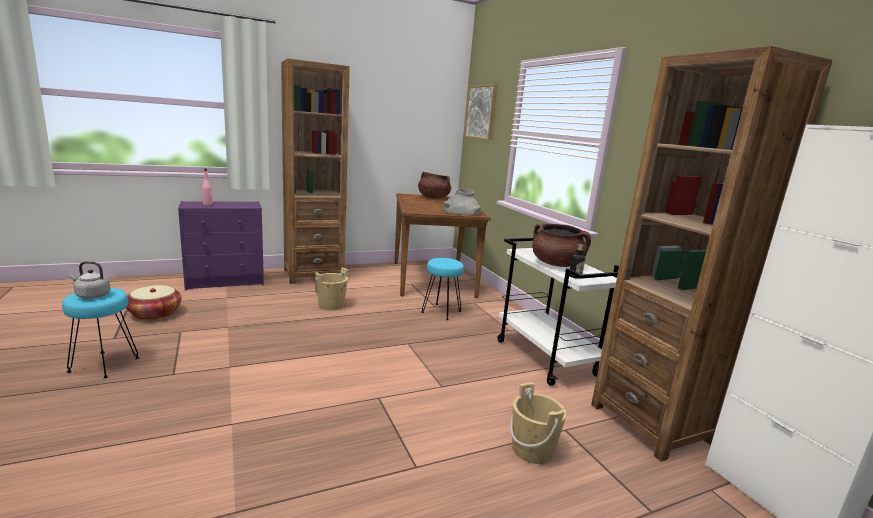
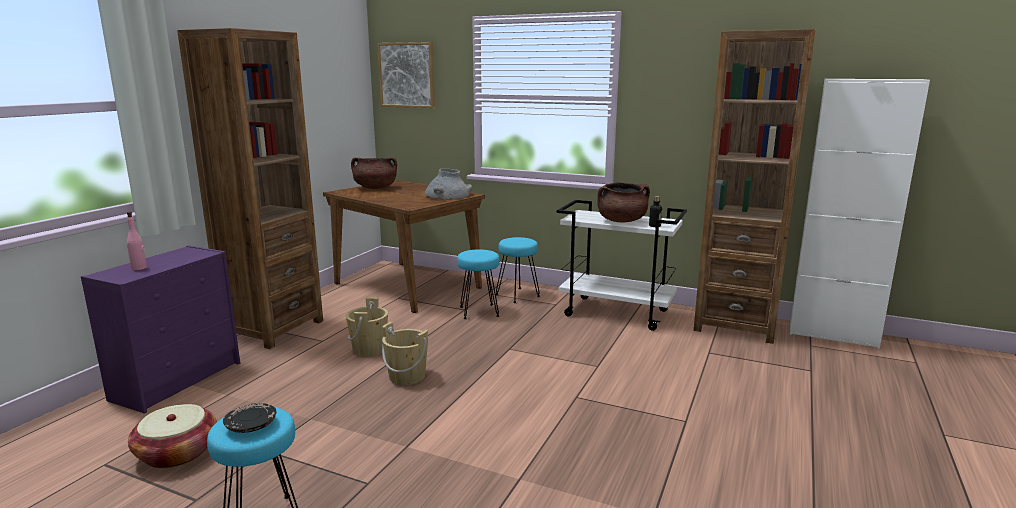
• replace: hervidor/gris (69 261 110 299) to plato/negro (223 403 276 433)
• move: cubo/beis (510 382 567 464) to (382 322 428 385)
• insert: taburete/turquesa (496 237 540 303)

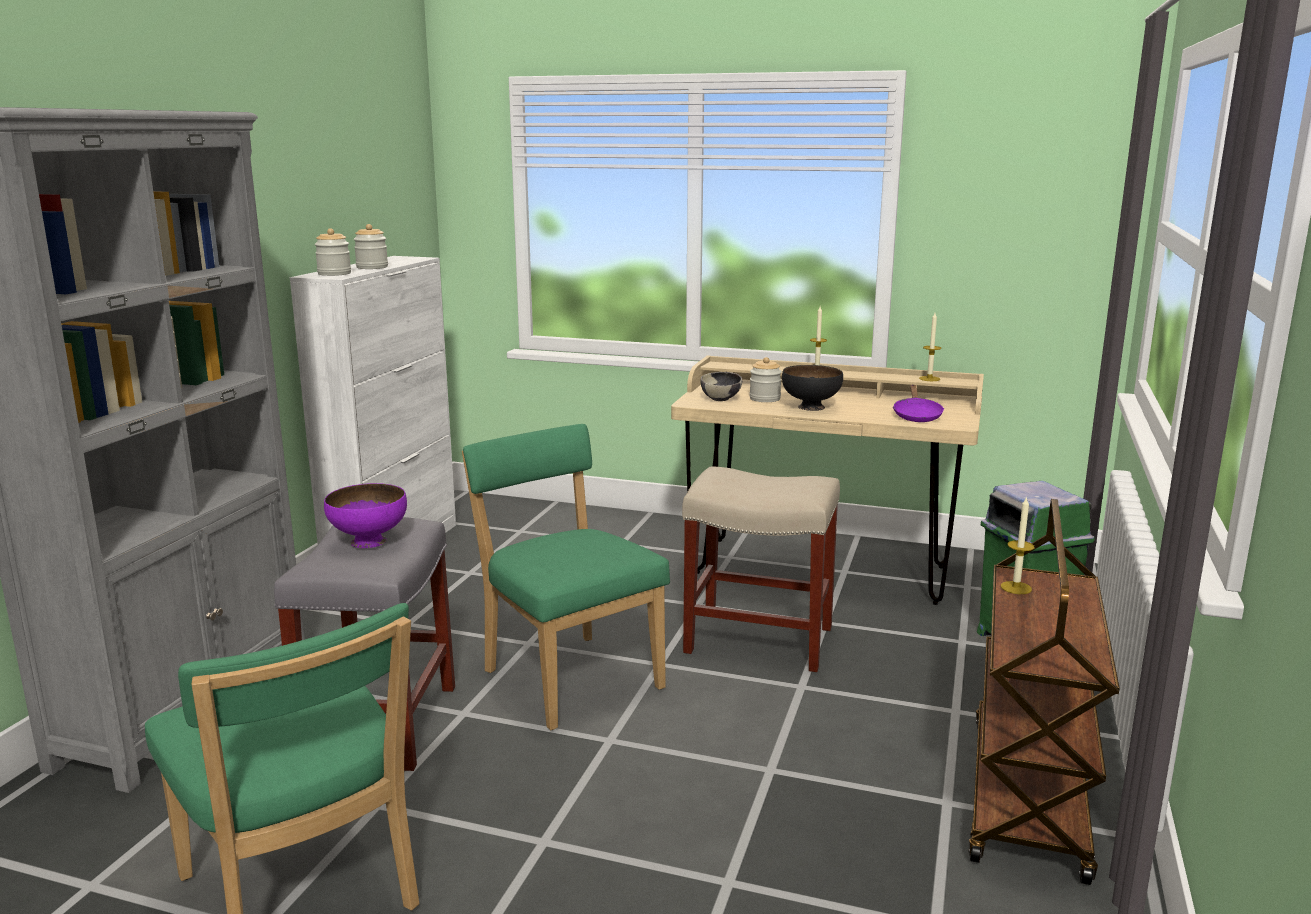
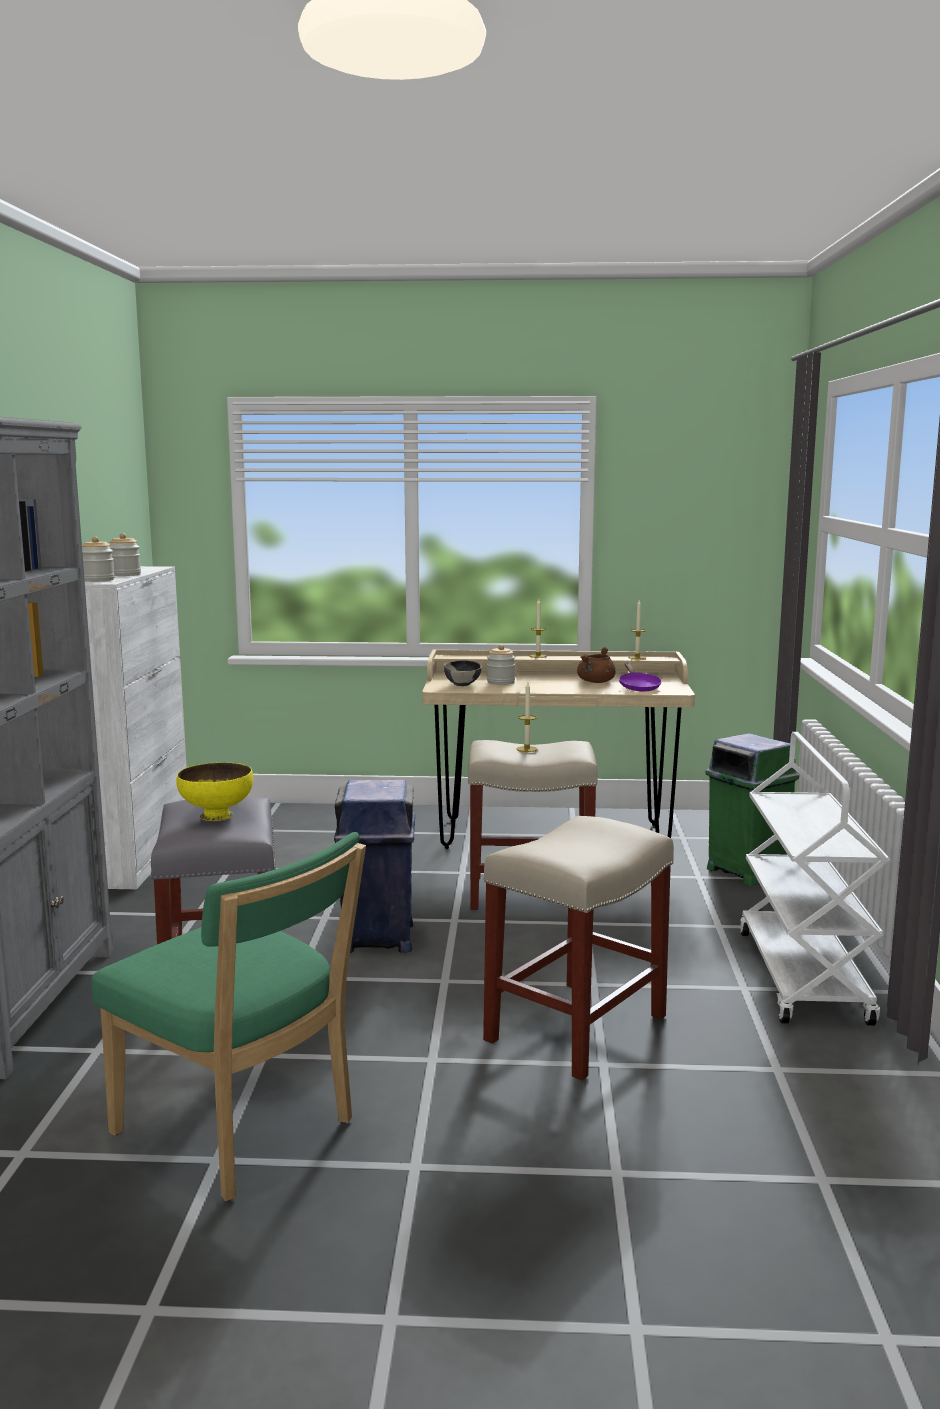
• recolor: cuenco/morado (324 483 407 548) to cuenco/amarillo (177 762 253 821)
• replace: silla/verde (462 424 670 730) to papelera/azul (334 780 415 953)
• insert: taburete/beis (483 816 674 1081)
• move: vela (1001 496 1034 594) to (517 682 538 752)
• insert: olla/marrón (577 647 616 683)
• recolor: carrito/marrón (968 499 1120 885) to carrito/blanco (740 732 890 1026)
• delete: cuenco/negro (782 365 843 411)

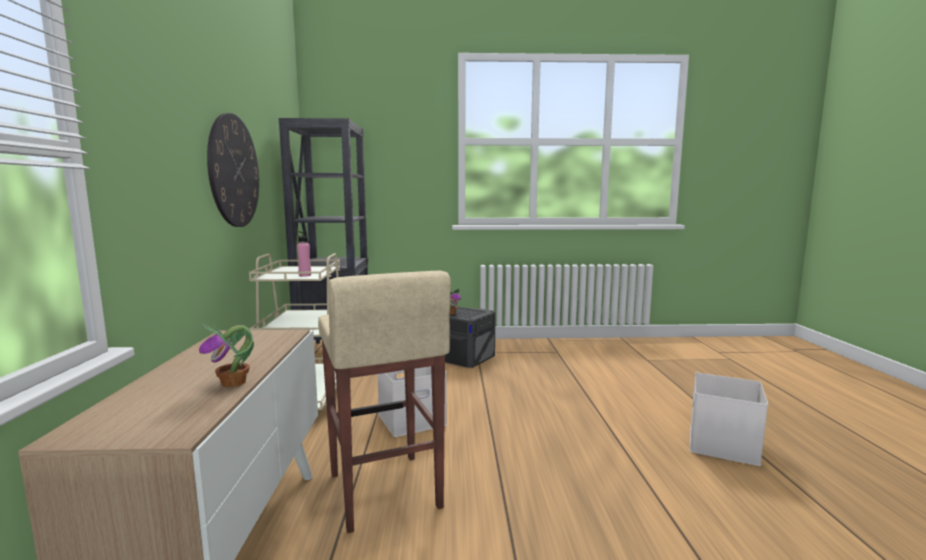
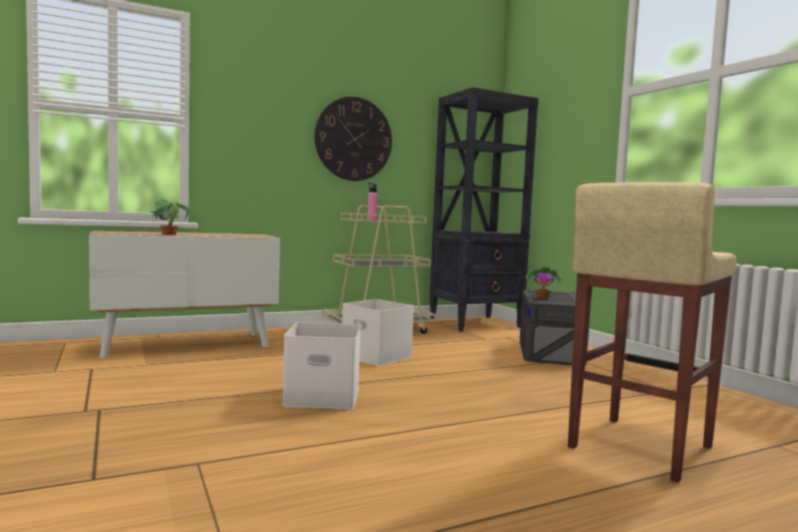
• move: caja de almacenaje/blanco (690 373 768 466) to (282 322 361 410)
• move: taburete/beis (318 271 451 533) to (568 182 736 483)

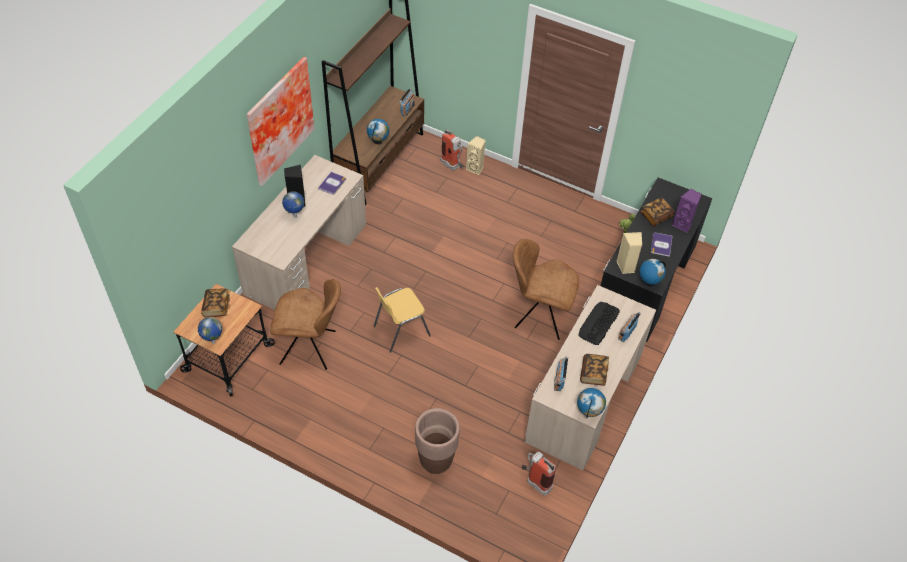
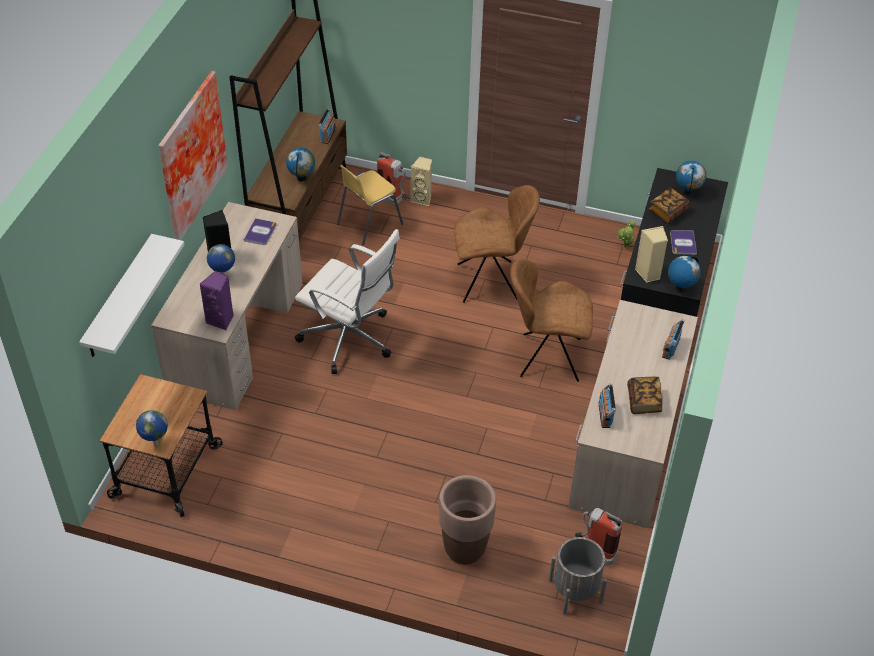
• insert: estante/blanco (79 234 184 357)
• move: altavoz/morado (672 189 702 233) to (200 271 234 331)
• insert: silla de oficina/blanco (295 229 400 374)
• move: silla/amarillo (373 287 431 353) to (337 165 403 245)
• move: silla/marrón (270 280 341 370) to (454 185 540 303)
• insert: maceta/gris (549 537 607 614)
• move: globo terráqueo (577 388 606 418) to (676 161 706 195)
• delete: libro (201 288 230 318)
• delete: teclado (578 302 620 345)

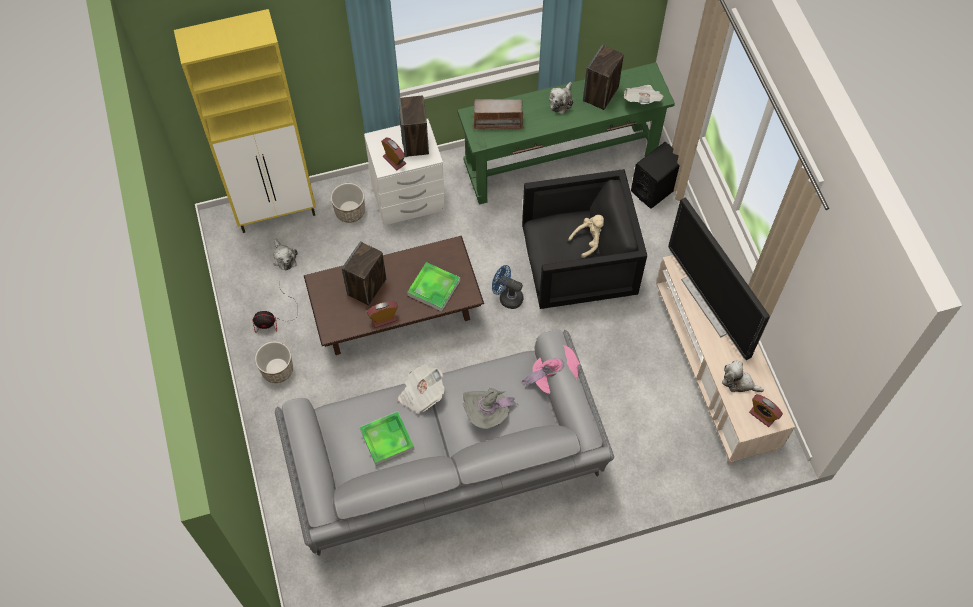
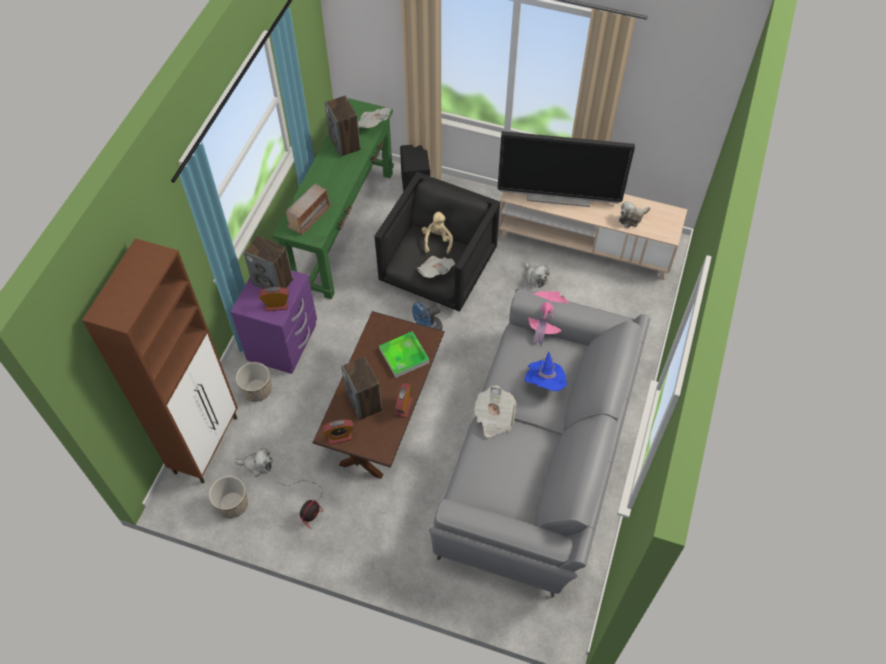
• recolor: armario/amarillo (174 9 316 233) to armario/marrón (82 238 238 483)
• move: maceta (255 341 293 383) to (209 476 248 518)
• recolor: mesita de noche/blanco (364 119 445 226) to mesita de noche/morado (231 270 317 374)
• move: despertador (749 394 783 427) to (322 419 354 445)
• insert: periódico (417 256 455 278)
• move: peluche (549 82 574 114) to (524 261 550 288)
• recolor: sombrero/gris (462 388 517 429) to sombrero/azul (524 351 567 391)
• delete: bandeja (360 411 414 466)

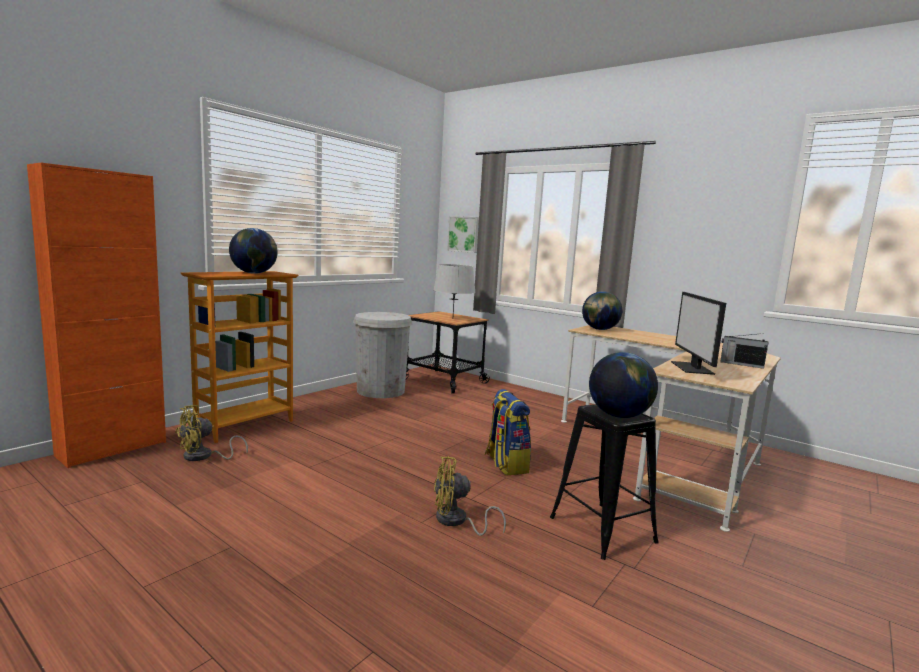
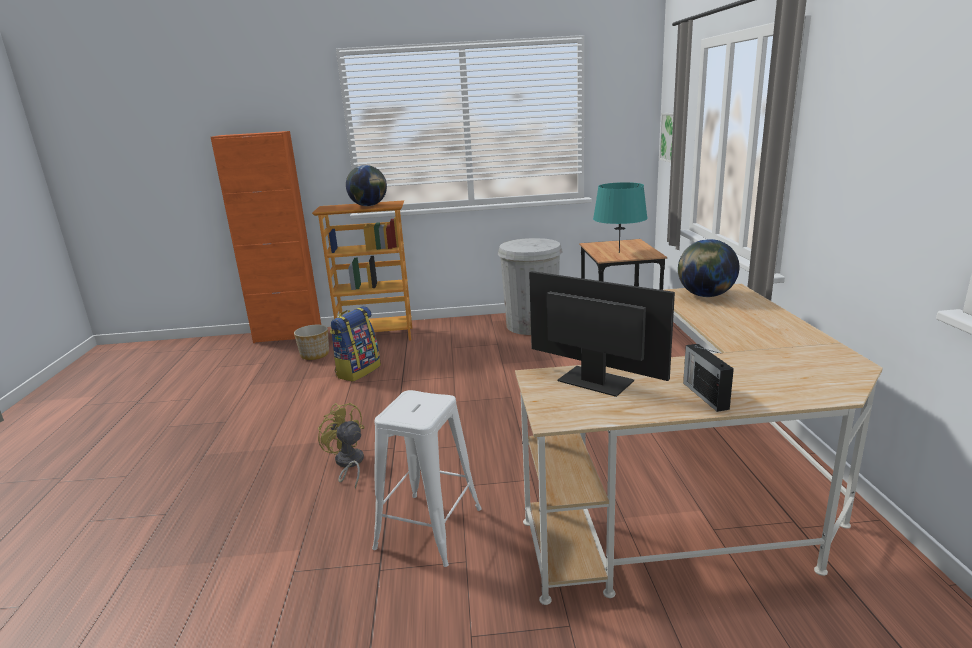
• replace: ventilador/amarillo (175 405 248 461) to maceta (294 325 329 360)
• move: mochila (485 389 531 475) to (330 306 381 382)
• recolor: taburete/negro (550 405 659 560) to taburete/blanco (372 390 482 567)
• rotate: monitor (671 292 726 375) = (529 271 675 397) 75 degrees clockwise
• recolor: lámpara de mesa/gris (433 264 476 314) to lámpara de mesa/turquesa (593 182 648 253)
• delete: globo terráqueo (589 352 658 418)

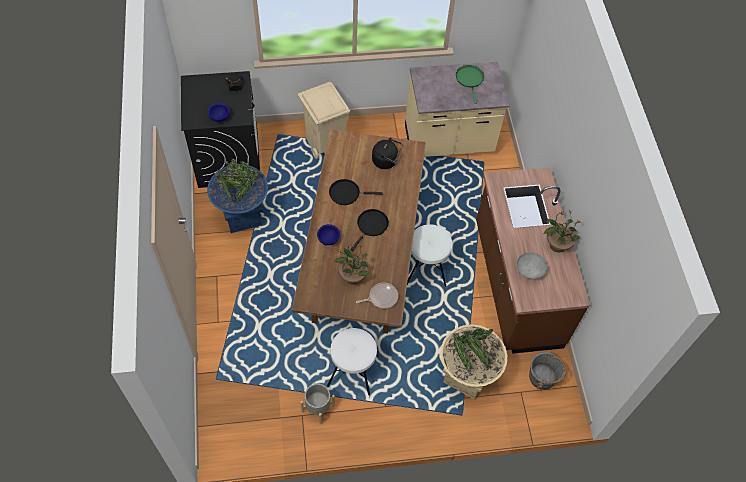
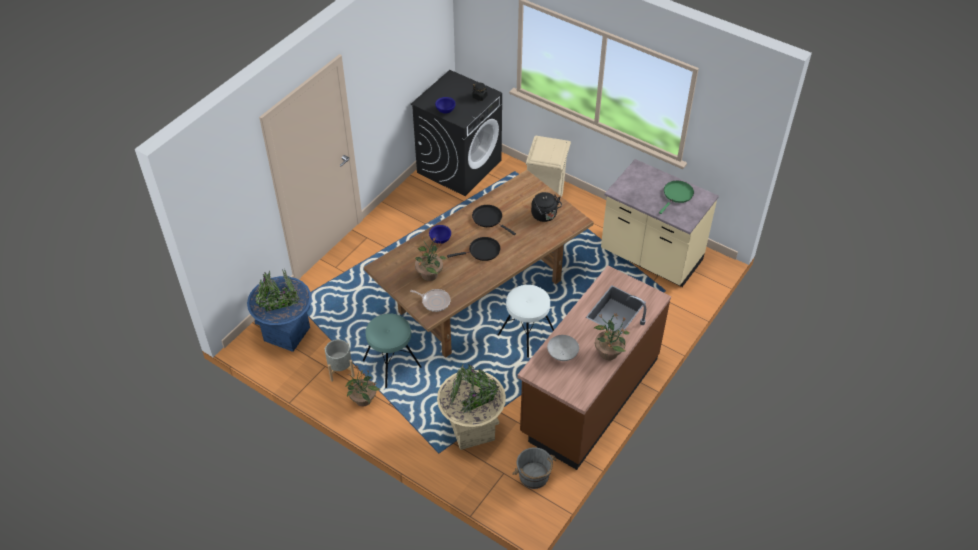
• move: maceta/azul (207 159 268 233) to (247 269 311 352)
• insert: planta en maceta (345 366 380 407)
• recolor: taburete/blanco (327 328 378 395) to taburete/turquesa (363 313 421 388)

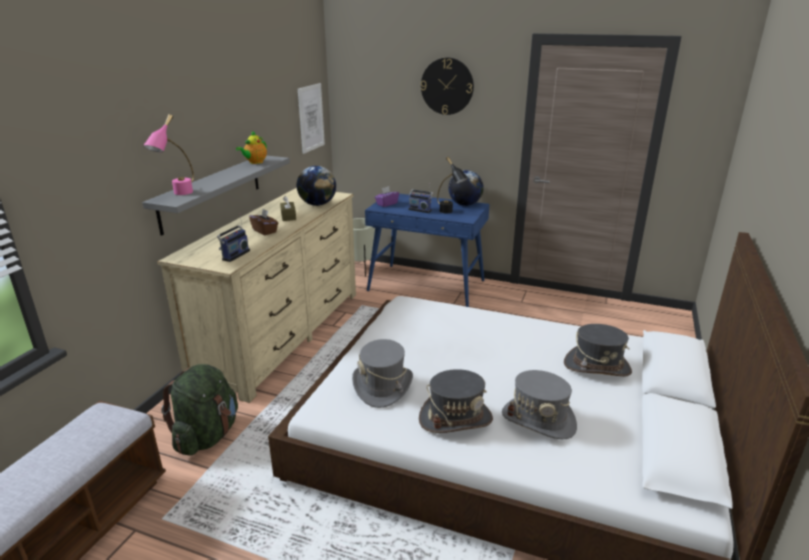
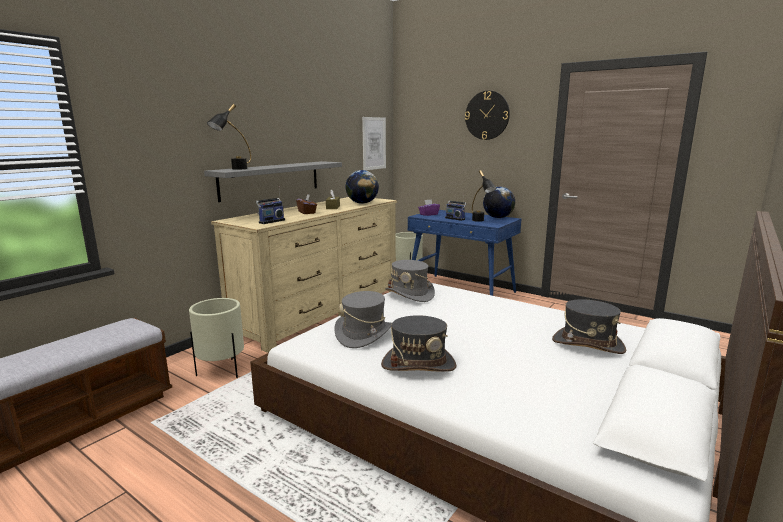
• replace: mochila/verde (162 364 238 456) to maceta/beis (189 298 244 378)
• recolor: lámpara de mesa/rosa (143 114 194 195) to lámpara de mesa/negro (207 104 251 170)
• move: sombrero/gris (502 370 577 439) to (385 260 435 302)
• delete: tetera (236 131 267 164)

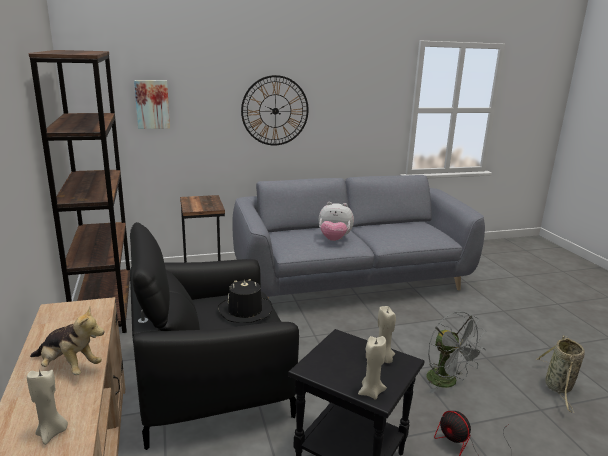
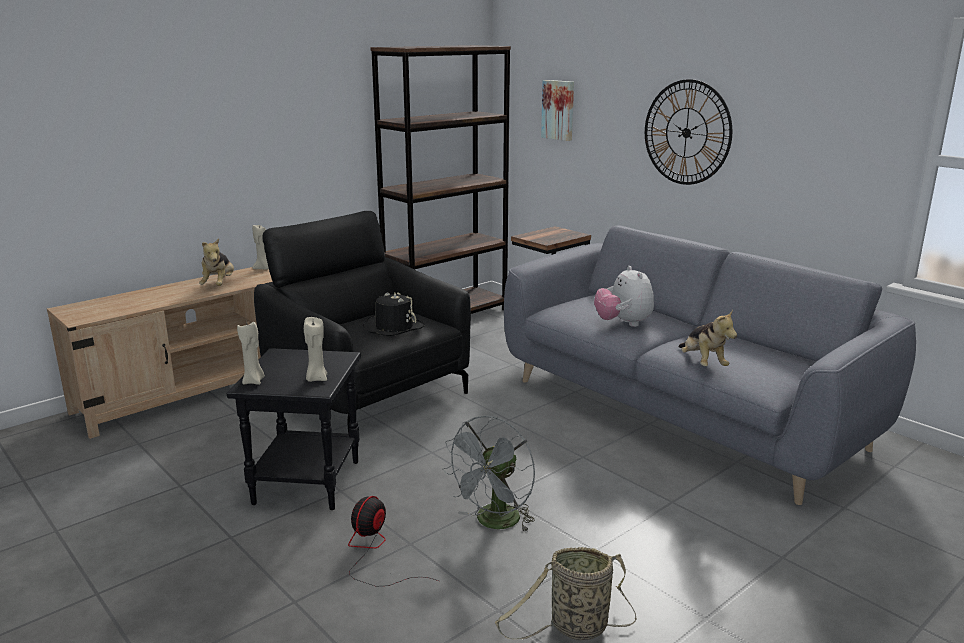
• move: vela/beis (27 370 68 445) to (252 225 269 270)
• insert: peluche (678 310 737 366)

